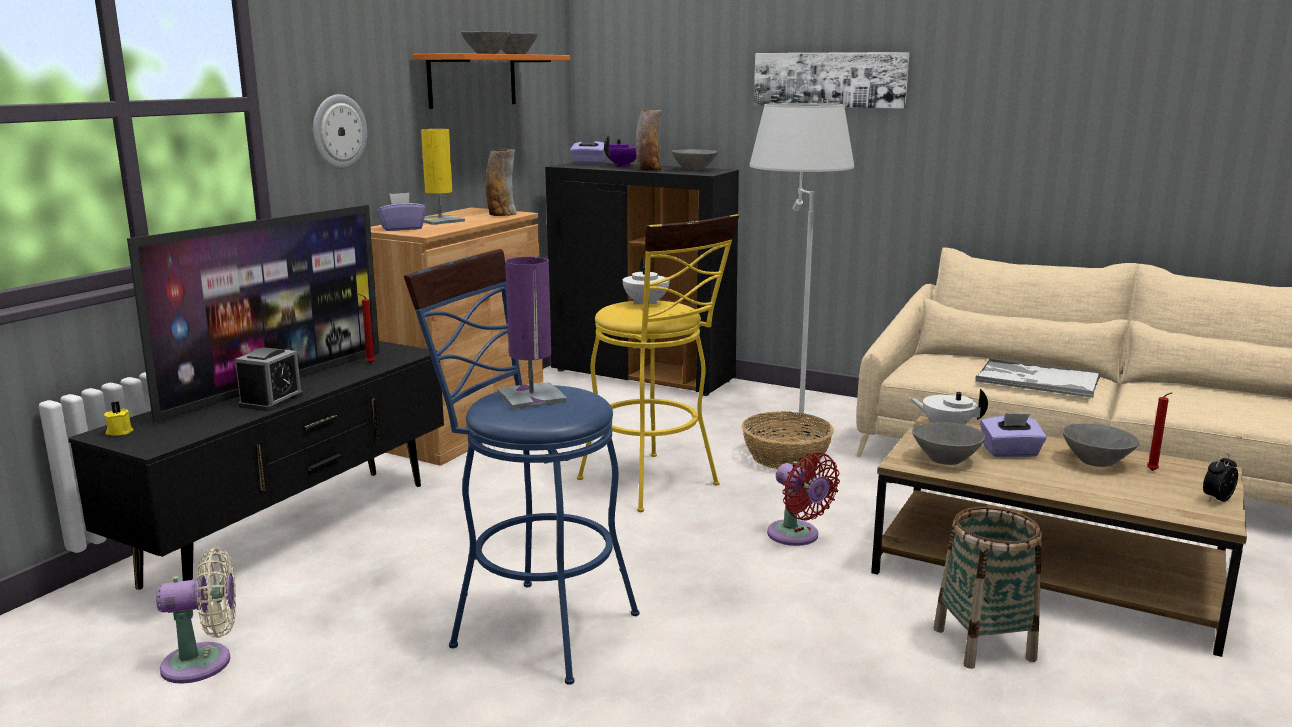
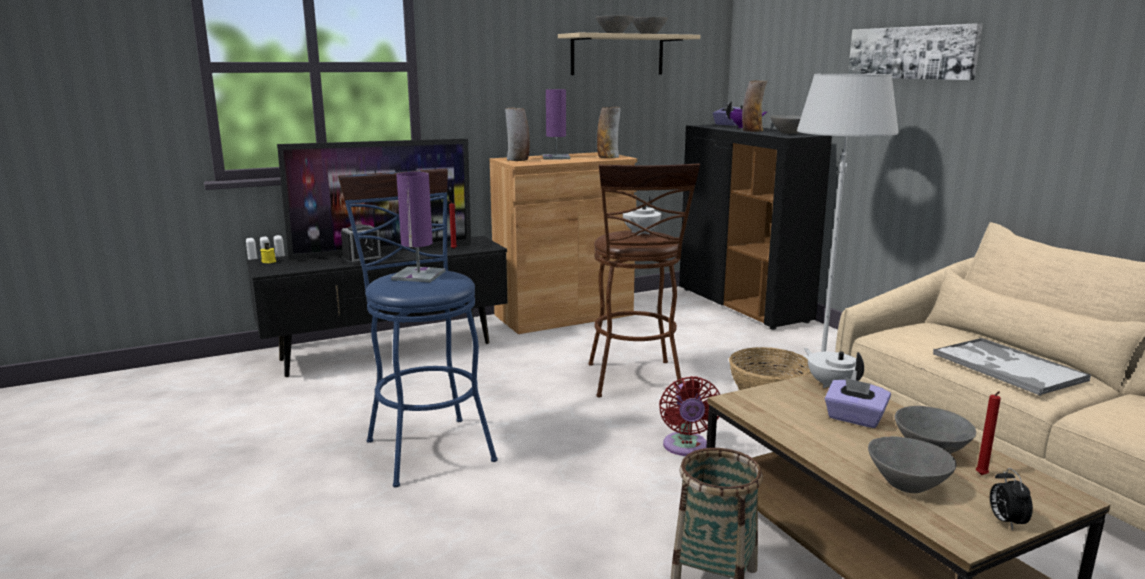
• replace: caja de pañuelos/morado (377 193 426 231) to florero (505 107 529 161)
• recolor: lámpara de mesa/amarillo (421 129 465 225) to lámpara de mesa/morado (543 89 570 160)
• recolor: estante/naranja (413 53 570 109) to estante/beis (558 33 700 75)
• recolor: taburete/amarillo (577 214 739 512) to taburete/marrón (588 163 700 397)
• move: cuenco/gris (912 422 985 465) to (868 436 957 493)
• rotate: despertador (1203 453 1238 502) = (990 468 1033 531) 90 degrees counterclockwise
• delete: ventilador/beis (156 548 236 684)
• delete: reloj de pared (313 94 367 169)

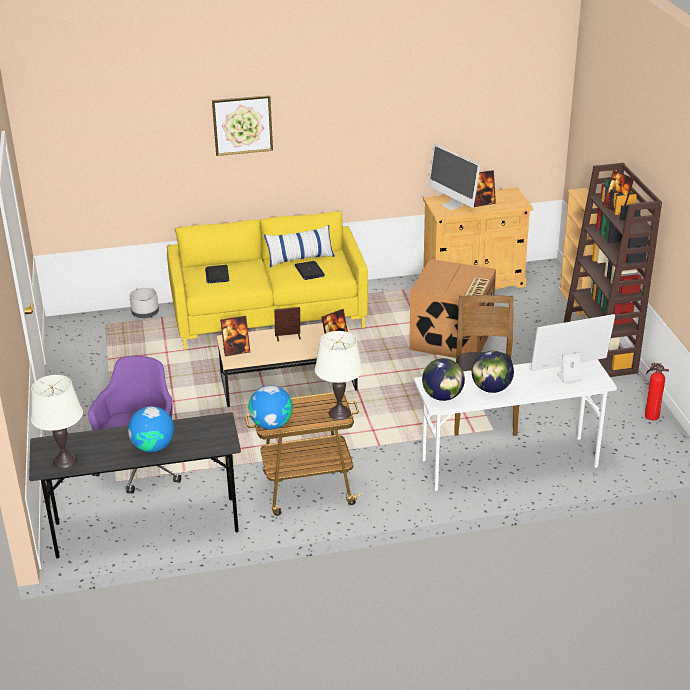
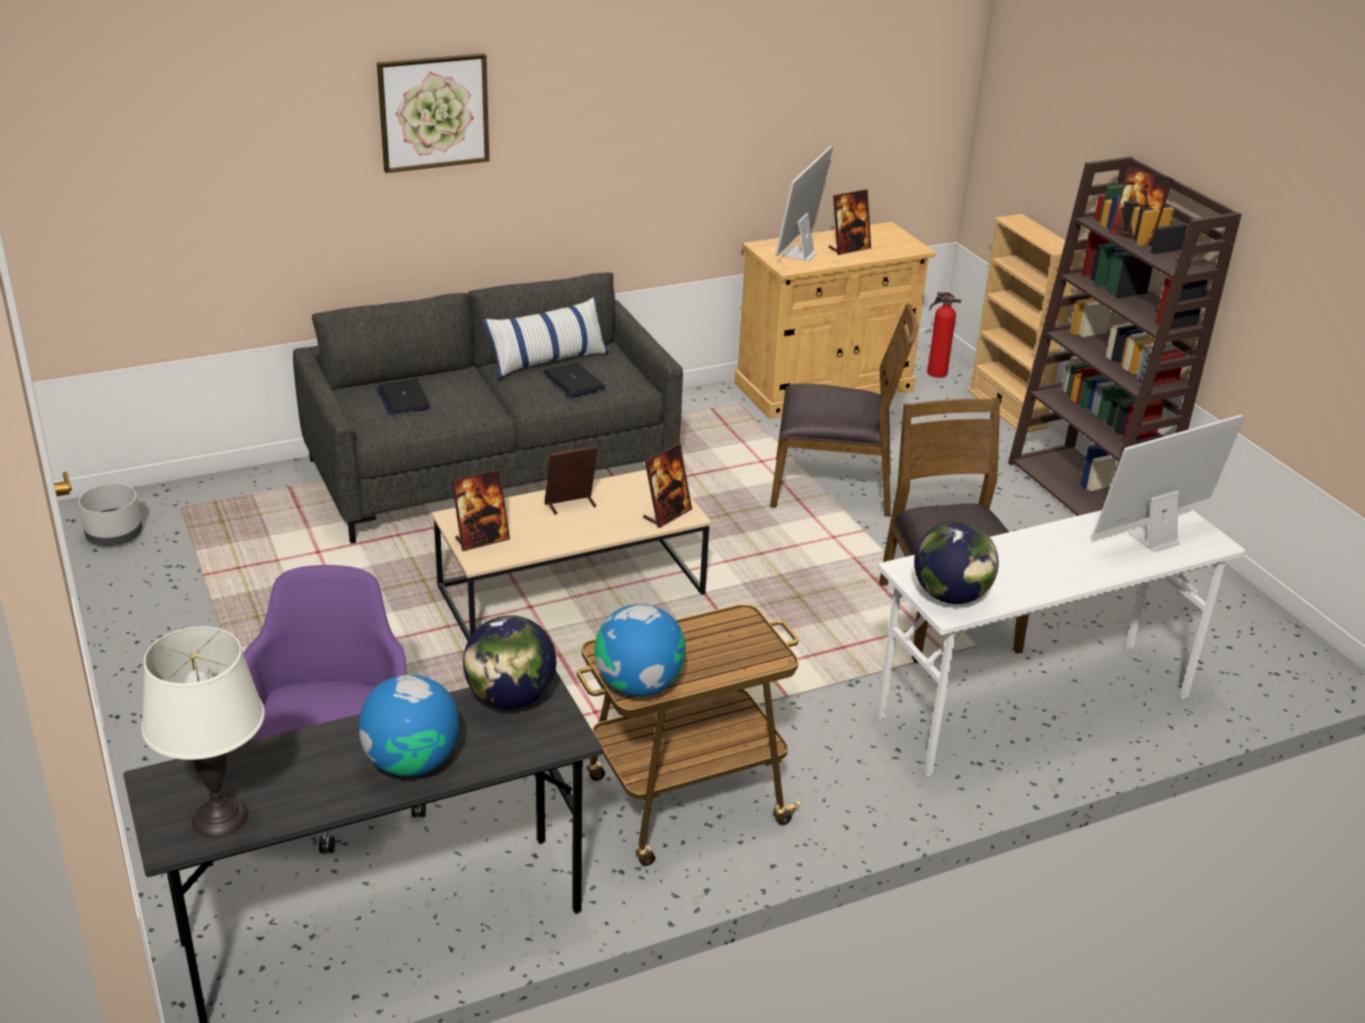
• move: maceta/gris (129 288 159 318) to (78 484 142 546)
• recolor: sofá/amarillo (167 212 368 349) to sofá/gris (293 272 683 544)
• move: globo terráqueo (472 351 514 393) to (463 615 556 709)
• replace: caja de cartón (409 259 496 358) to silla/marrón (770 303 918 517)
• rotate: monitor (428 144 480 210) = (775 146 833 261) 75 degrees clockwise
• move: extintor (645 363 669 420) to (927 292 961 378)
• delete: lámpara de mesa/blanco (315 331 363 420)

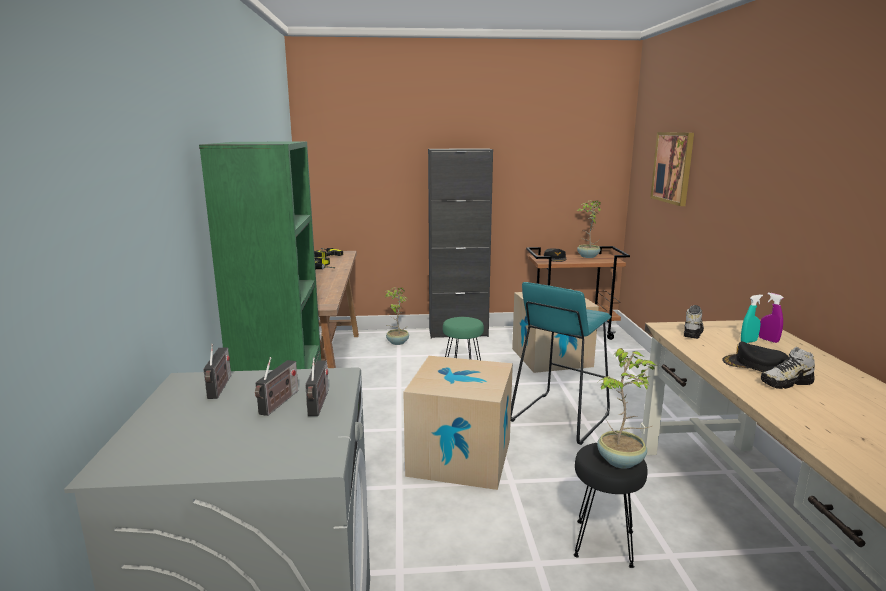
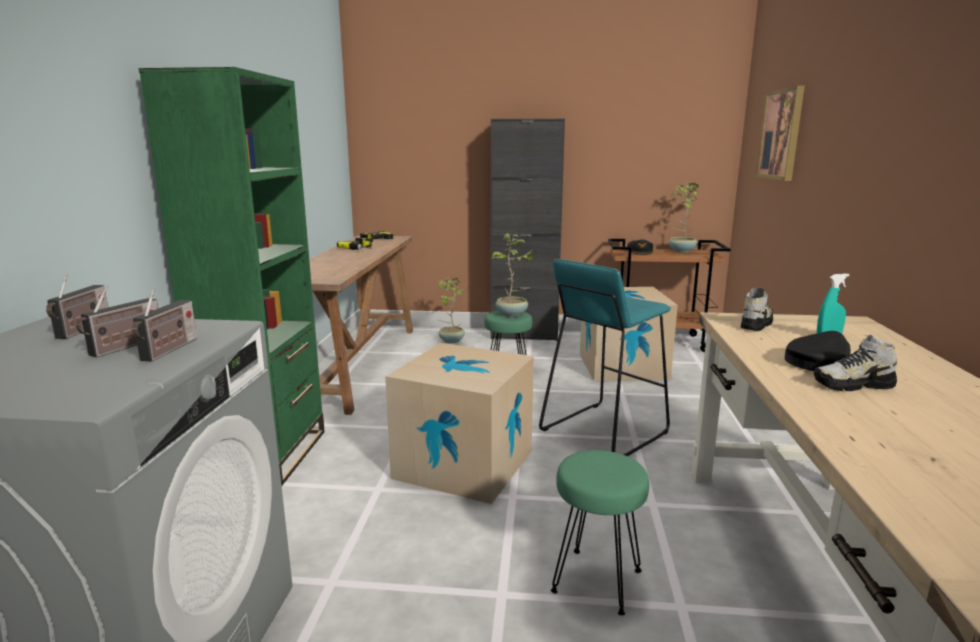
• move: planta en maceta (597 348 657 469) to (491 234 537 317)
• recolor: taburete/negro (574 443 647 568) to taburete/verde (551 450 649 615)
• rotate: gorra/negro (722 342 789 372) = (785 331 851 371) 120 degrees clockwise
• delete: pulverizador/morado (759 292 783 343)

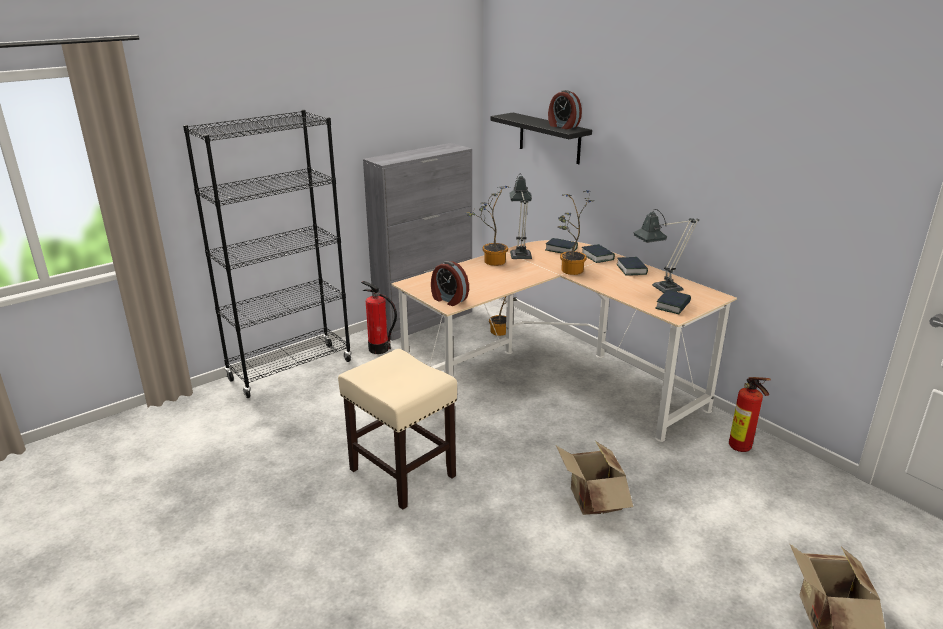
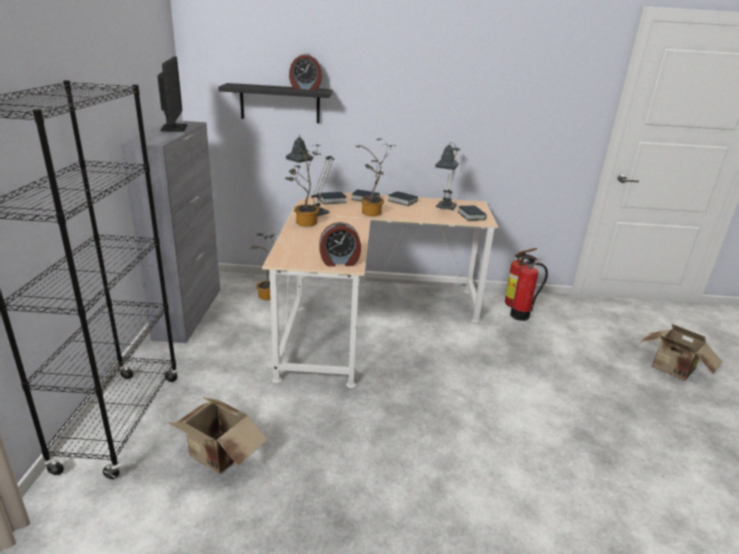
• insert: monitor (157 56 187 132)
• move: caja de cartón (556 441 633 515) to (167 397 268 474)
• move: extintor (361 281 397 354) to (510 256 548 321)
• delete: taburete/beis (338 349 457 510)

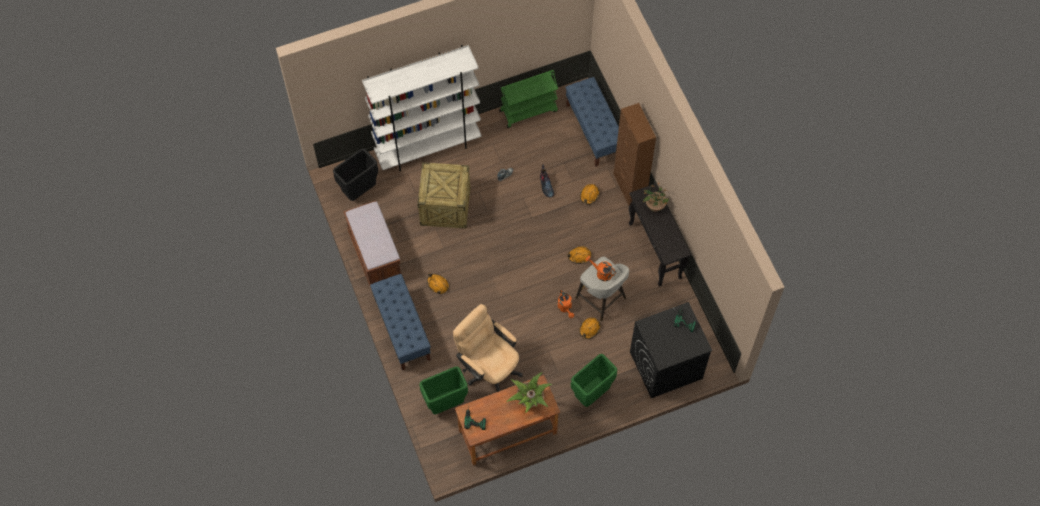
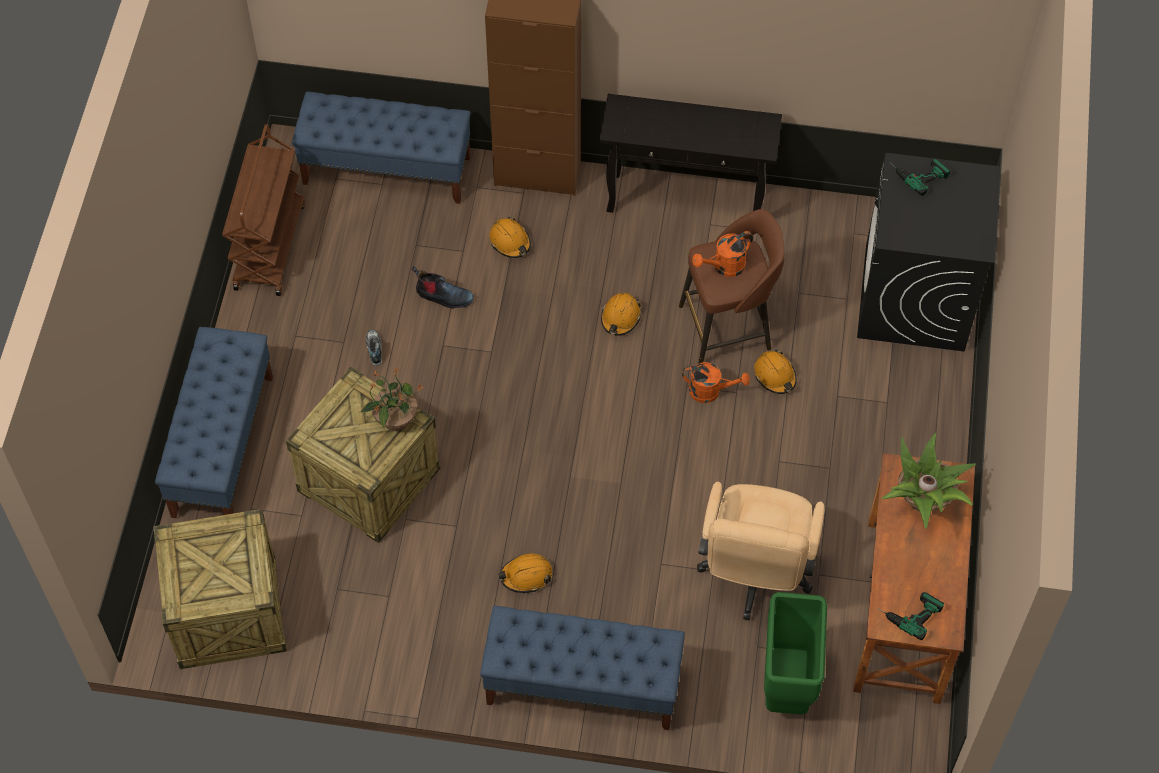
• replace: papelera/negro (333 148 378 201) to caja de embalaje (153 509 287 669)
• replace: estantería/blanco (362 45 481 171) to banco/azul (155 327 273 518)
• recolor: carrito/verde (499 70 558 128) to carrito/marrón (222 124 305 296)
• move: planta en maceta (643 183 669 212) to (360 367 423 431)
• recolor: taburete/gris (576 256 629 321) to taburete/marrón (679 209 784 364)
• rotate: silla de oficina/beis (453 304 523 392) = (697 482 825 621) 60 degrees counterclockwise
• delete: banco/marrón (343 200 402 288)
• delete: papelera/verde (571 354 618 407)

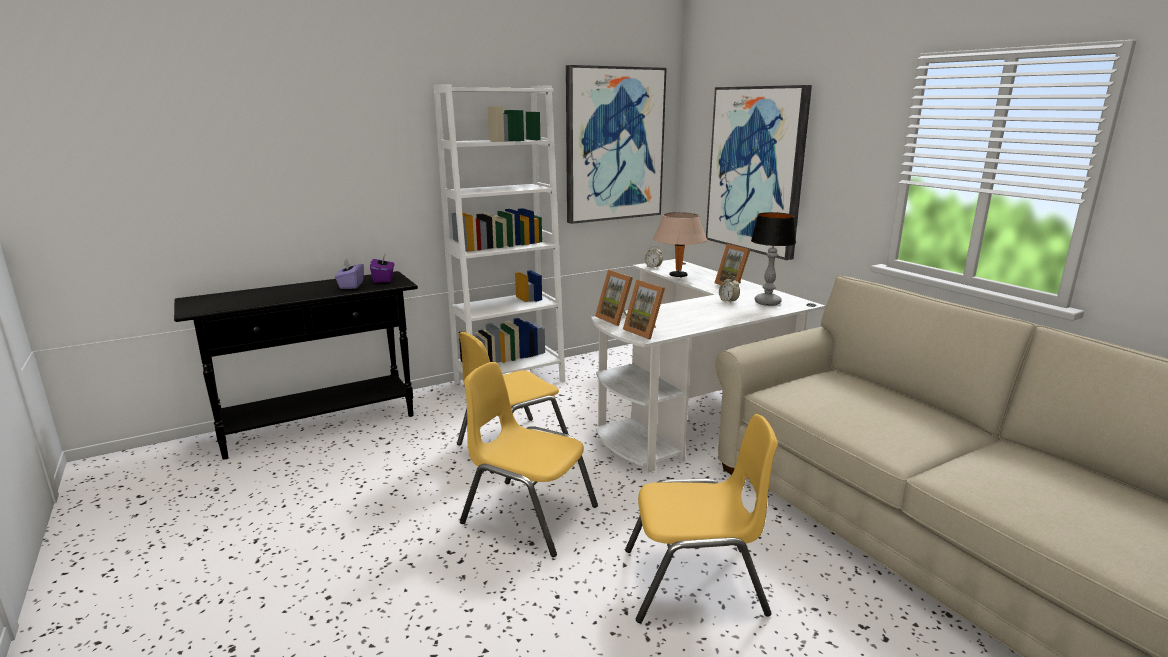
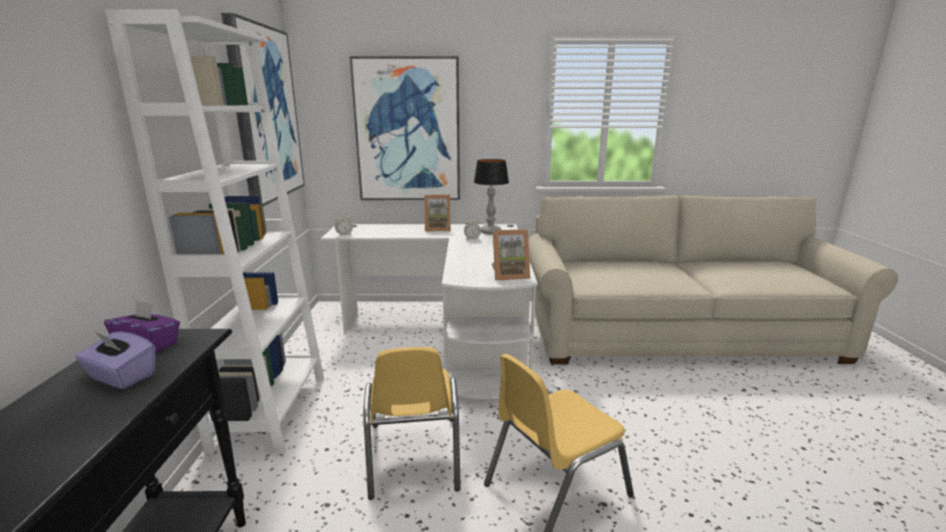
• delete: portarretratos (595 270 633 326)
• delete: silla/amarillo (625 414 778 623)
• delete: lámpara de mesa/beis (653 212 707 278)

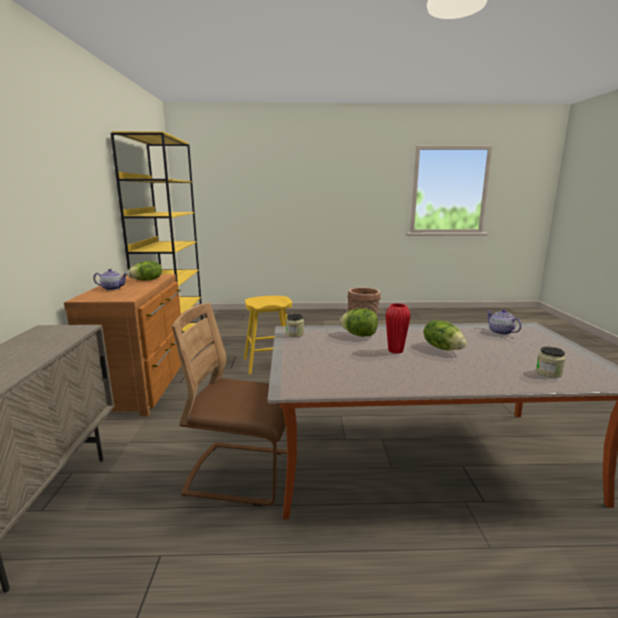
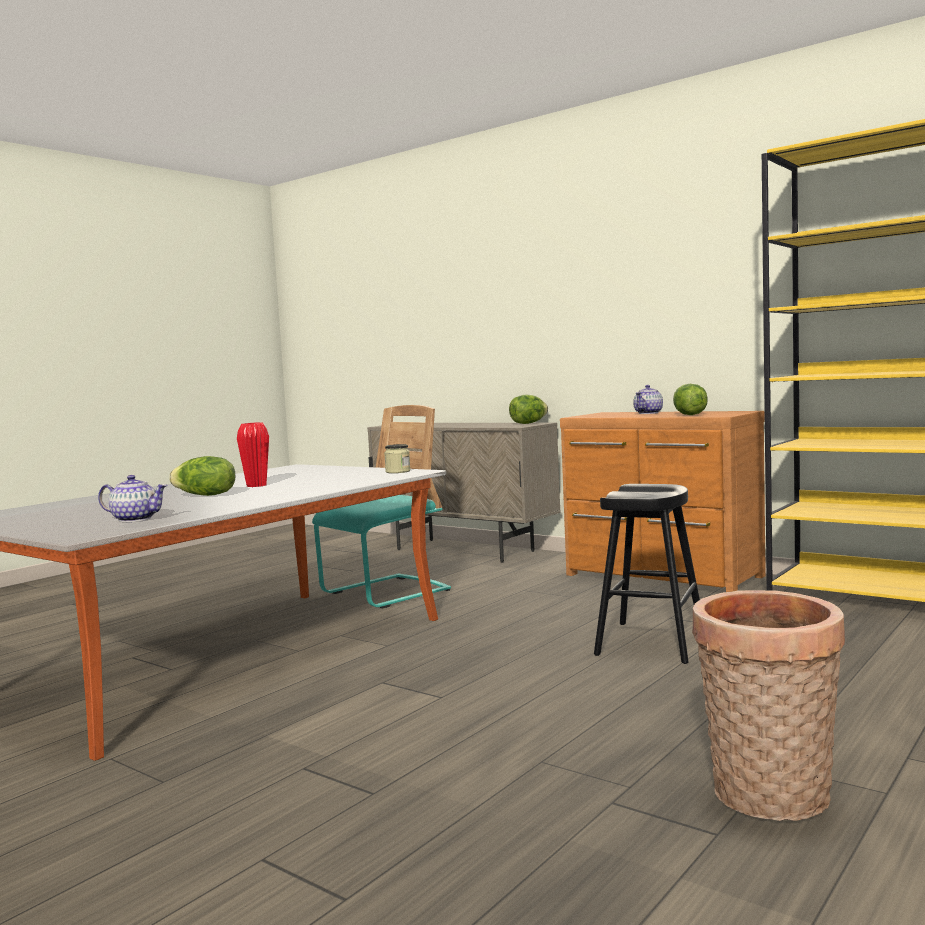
• recolor: silla/marrón (172 303 287 506) to silla/turquesa (312 405 451 609)
• move: lechuga (340 308 378 337) to (509 395 548 424)
• recolor: taburete/amarillo (244 296 292 375) to taburete/negro (594 484 700 664)
• delete: tarro (536 347 566 378)

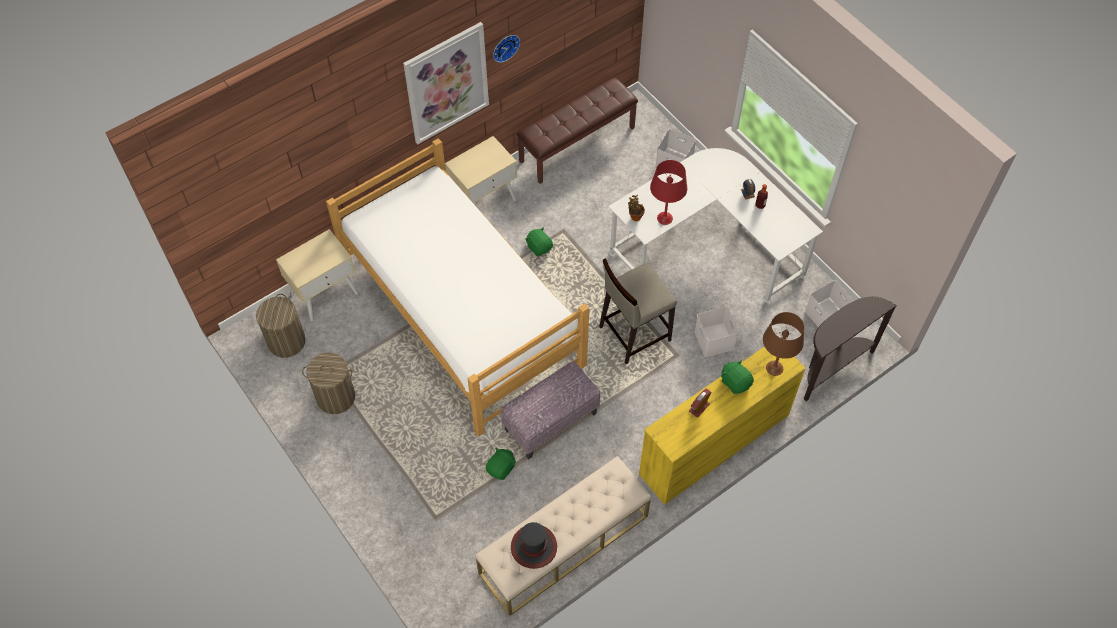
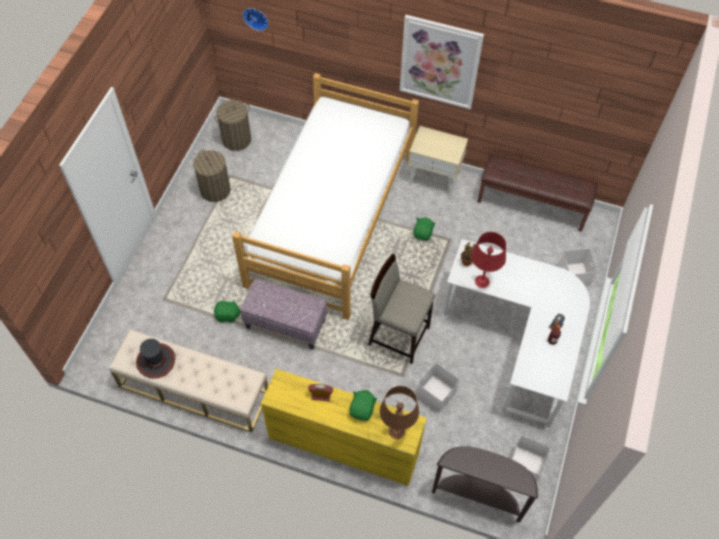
• move: reloj de pared (493 35 520 63) to (243 8 269 31)
• delete: mesita de noche/beis (276 229 358 321)

